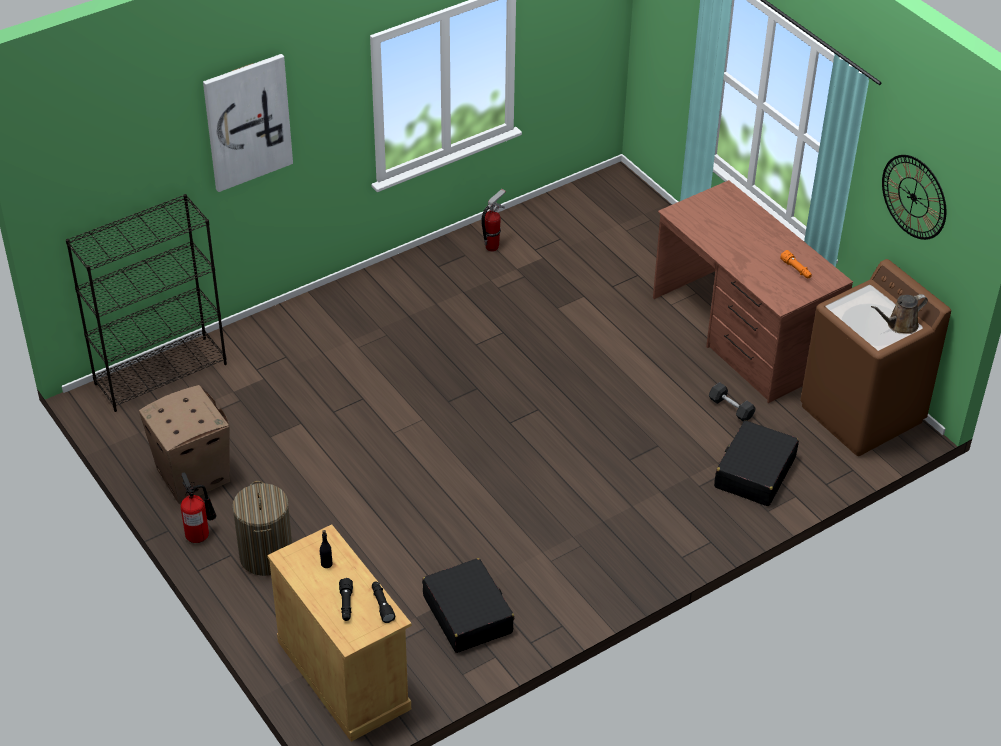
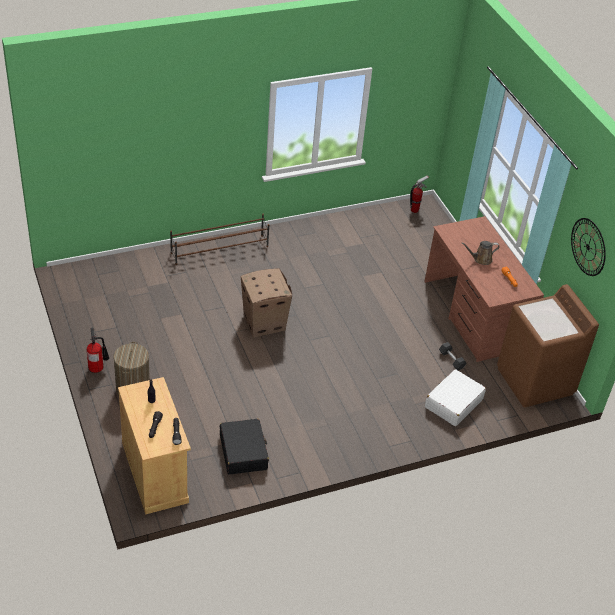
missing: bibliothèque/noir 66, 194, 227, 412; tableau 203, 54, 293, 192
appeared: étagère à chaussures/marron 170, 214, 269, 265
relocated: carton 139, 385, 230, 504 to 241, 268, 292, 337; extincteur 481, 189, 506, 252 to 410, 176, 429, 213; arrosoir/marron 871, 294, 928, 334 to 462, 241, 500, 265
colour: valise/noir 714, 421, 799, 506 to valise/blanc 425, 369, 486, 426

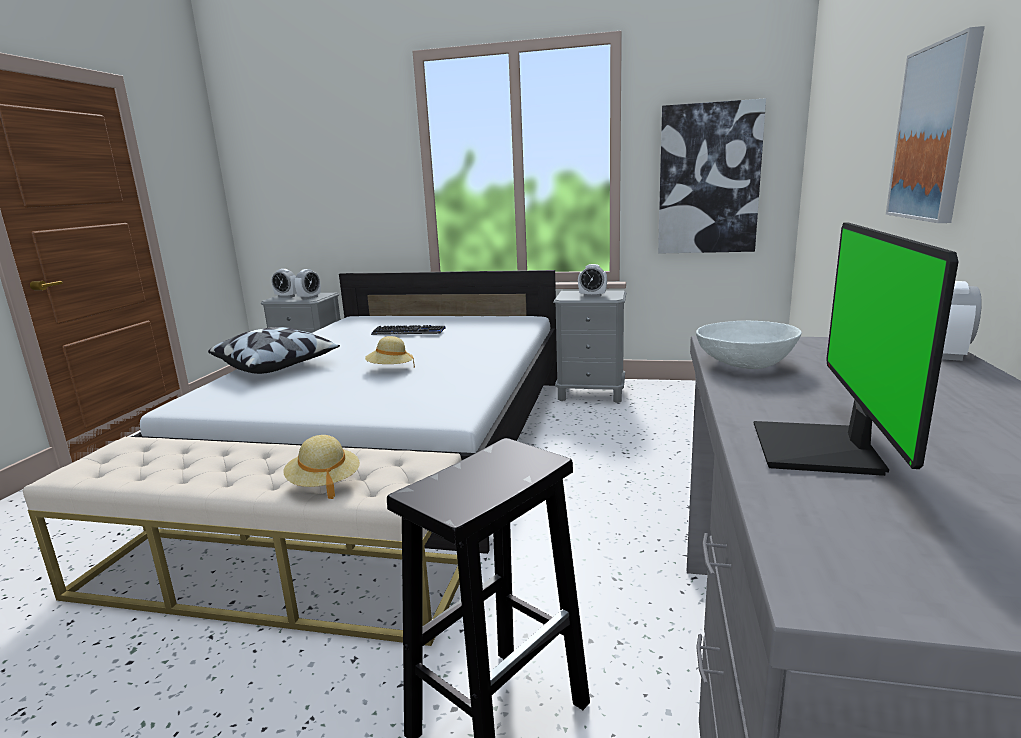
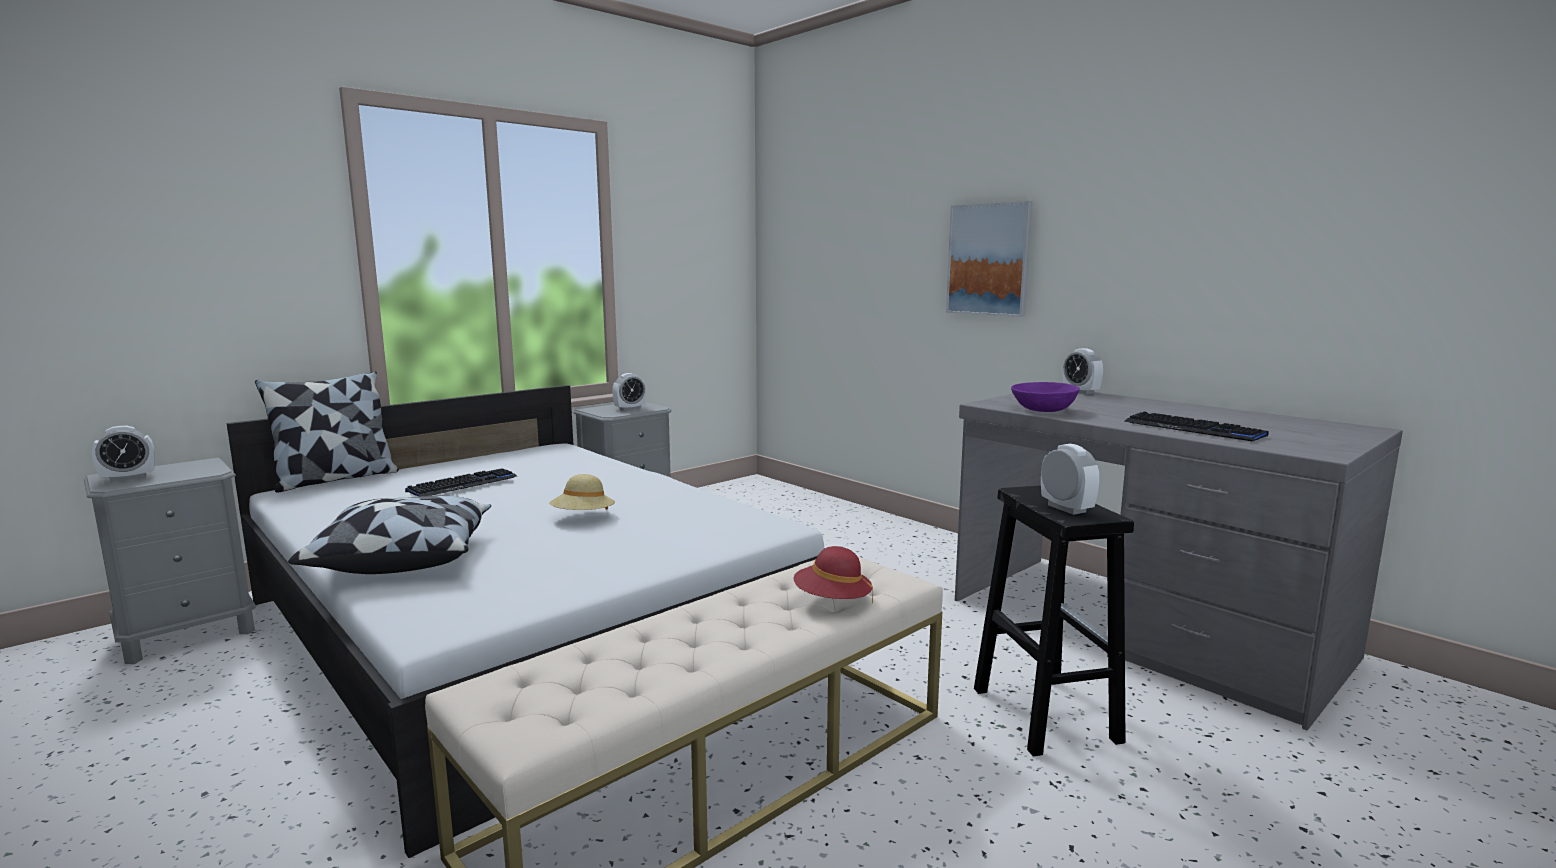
missing: tableau 658, 98, 766, 254
appeared: coussin 255, 371, 399, 493
relocated: réveil 295, 269, 321, 299 to 1041, 444, 1099, 515
exchanged: écran d'ordinateur 754, 222, 958, 476 to clavier 1124, 412, 1269, 441
colour: chapeau/beige 283, 435, 360, 499 to chapeau/rouge 794, 546, 873, 604; bol/blanc 696, 321, 802, 369 to bol/violet 1011, 382, 1080, 412

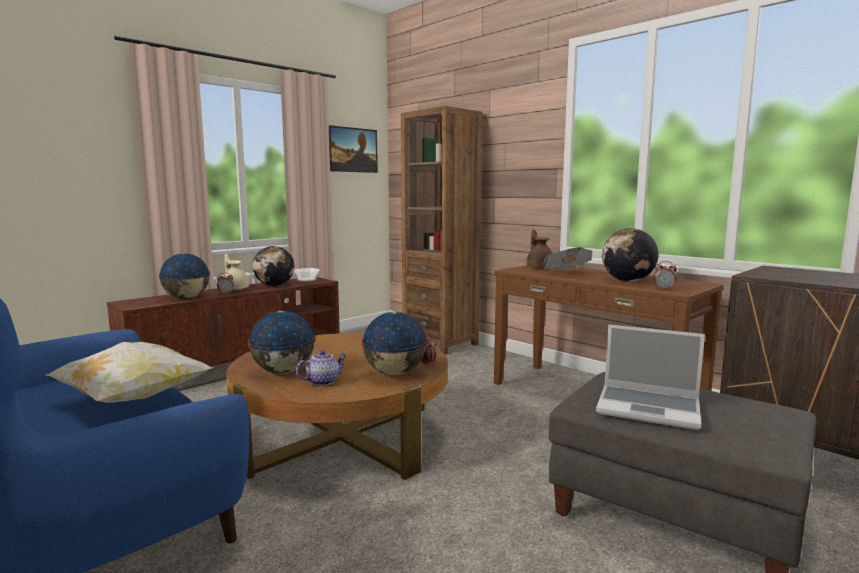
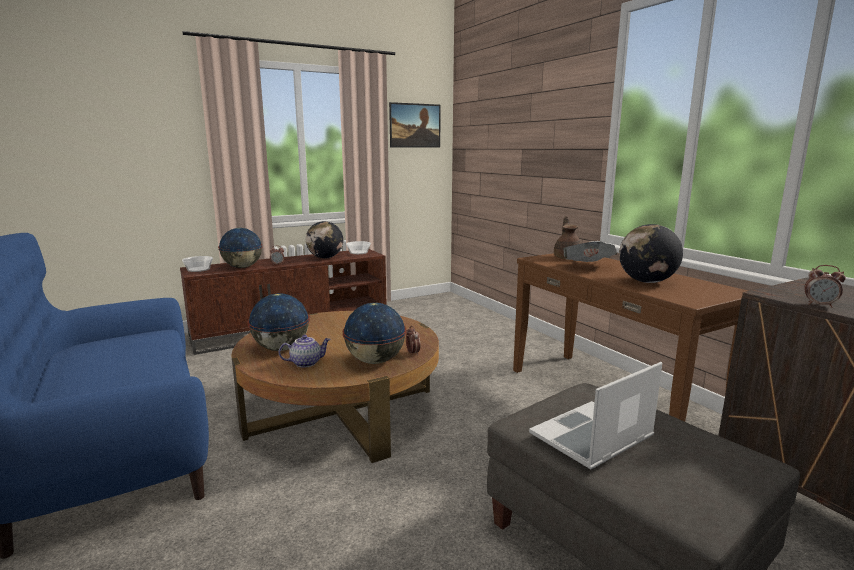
missing: coussin 45, 342, 213, 403; théière/beige 224, 254, 249, 290; bibliothèque/marron 401, 106, 483, 355
appeared: bol 182, 256, 213, 272
relocated: réveil 653, 261, 677, 290 to 804, 265, 846, 308
spun: ordinateur portable 596, 325, 705, 430 = 529, 362, 662, 470 105 degrees clockwise

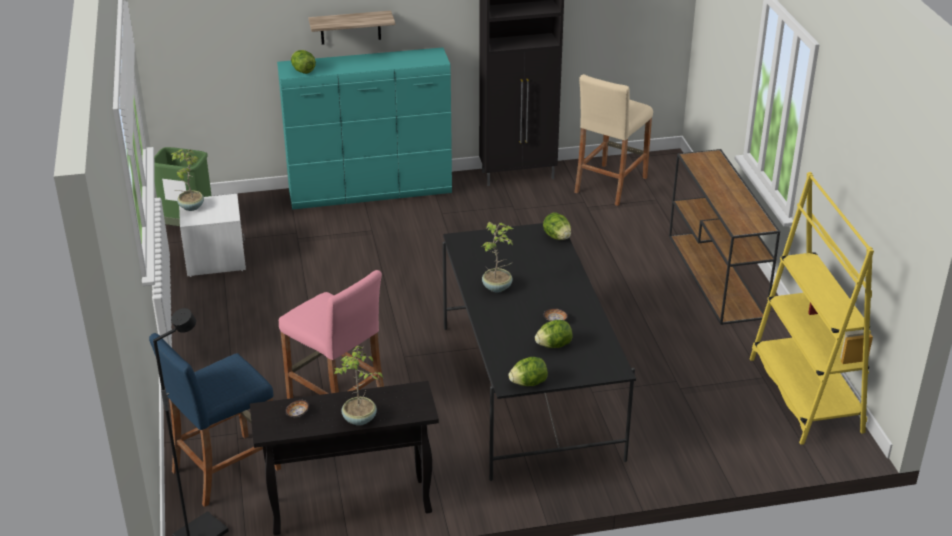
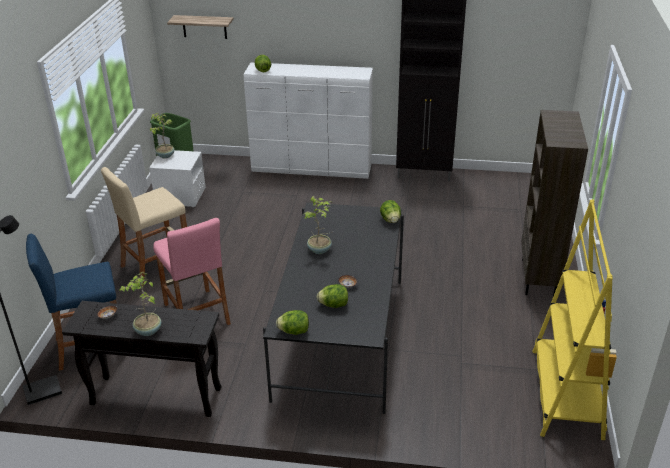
relocated: étagère 308, 11, 395, 45 to 167, 15, 233, 39; tabouret/beige 574, 74, 653, 206 to 101, 167, 187, 286
exchanged: table console/marron 669, 149, 780, 325 to bibliothèque/marron 521, 110, 588, 296
colour: commode/turquoise 277, 47, 452, 209 to commode/blanc 244, 62, 373, 179

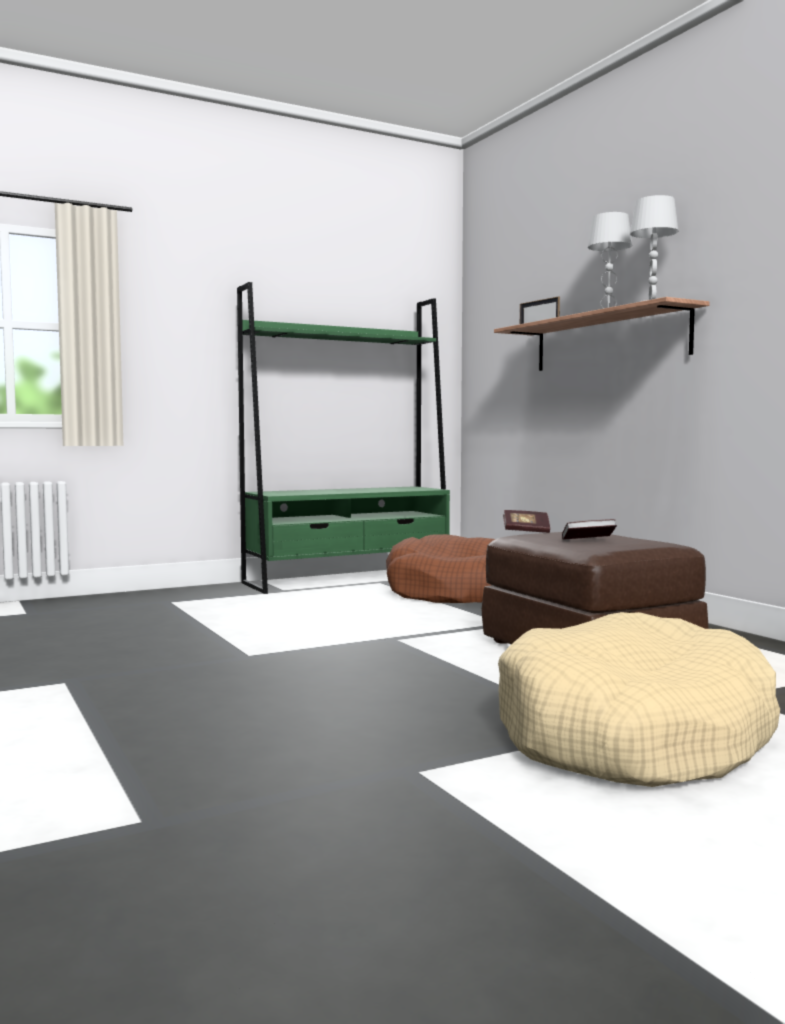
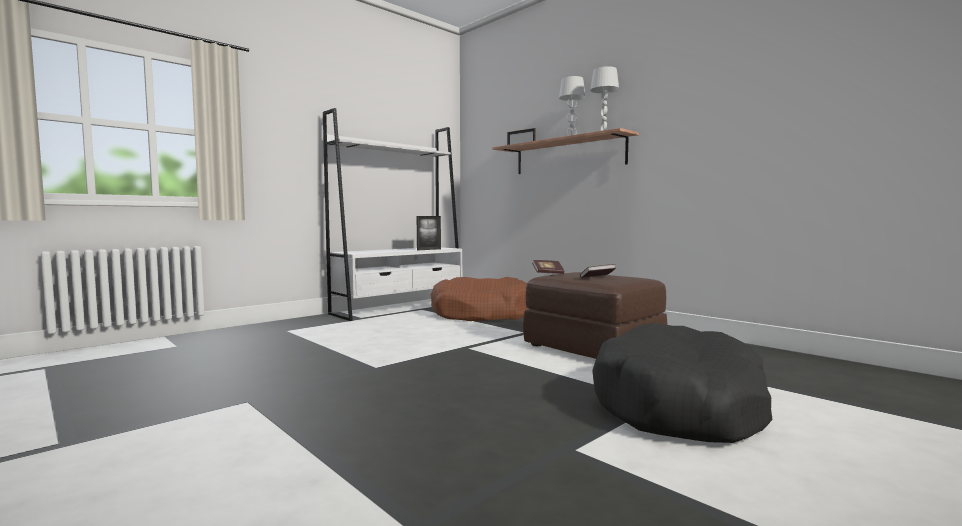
appeared: cadre photo 417, 216, 441, 250
colour: bibliothèque/vert 237, 282, 450, 594 to bibliothèque/blanc 323, 108, 462, 321; panier pour chien/beige 498, 612, 780, 787 to panier pour chien/noir 592, 323, 773, 443

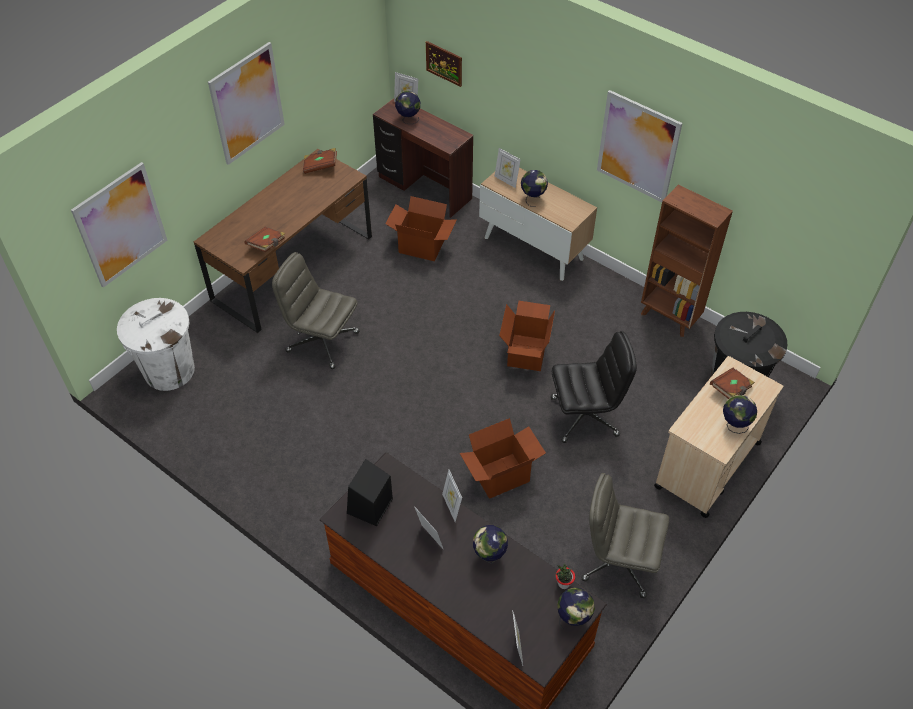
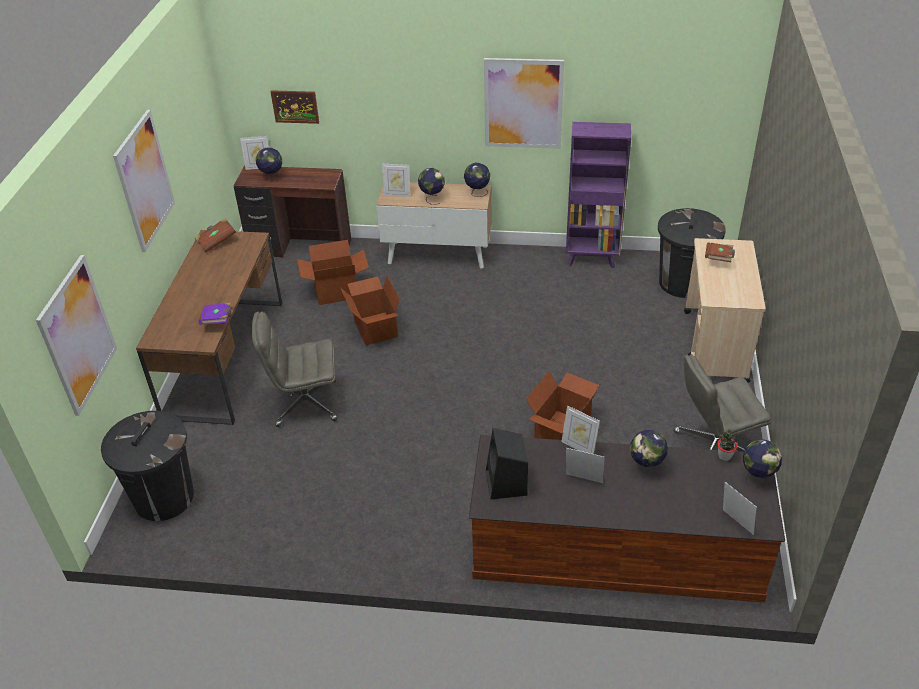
missing: chaise de bureau/noir 551, 331, 637, 443
relocated: carton 499, 301, 555, 371 to 341, 275, 400, 346; globe 723, 395, 757, 434 to 464, 163, 490, 197
colour: poubelle/blanc 117, 298, 195, 391 to poubelle/noir 101, 411, 194, 521; livre/marron 245, 226, 286, 252 to livre/violet 199, 302, 232, 325; bibliothèque/marron 641, 185, 733, 337 to bibliothèque/violet 566, 122, 631, 268

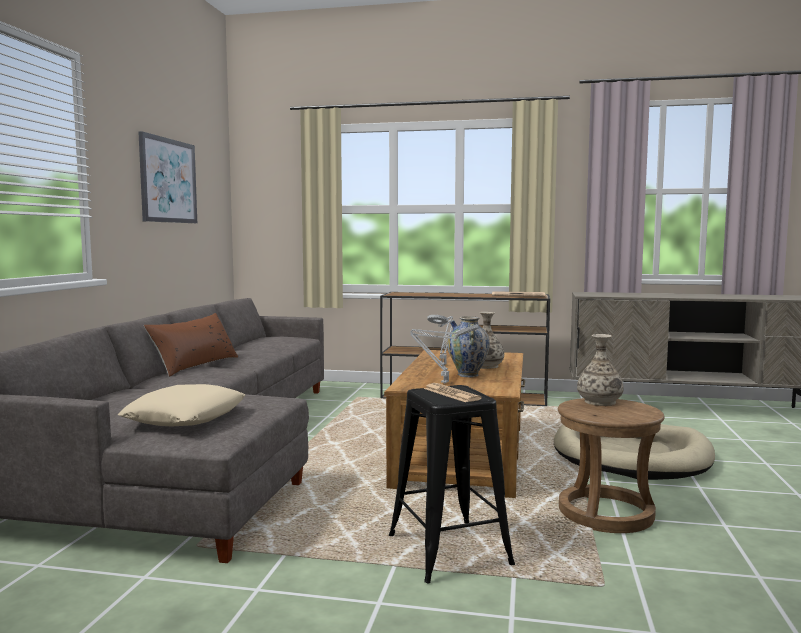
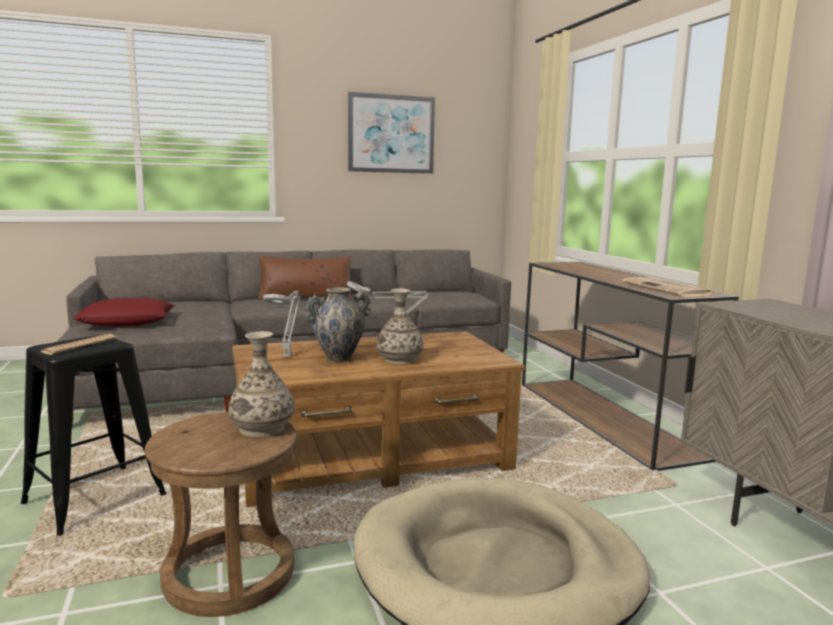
colour: coussin/beige 117, 384, 245, 427 to coussin/rouge 73, 298, 175, 327

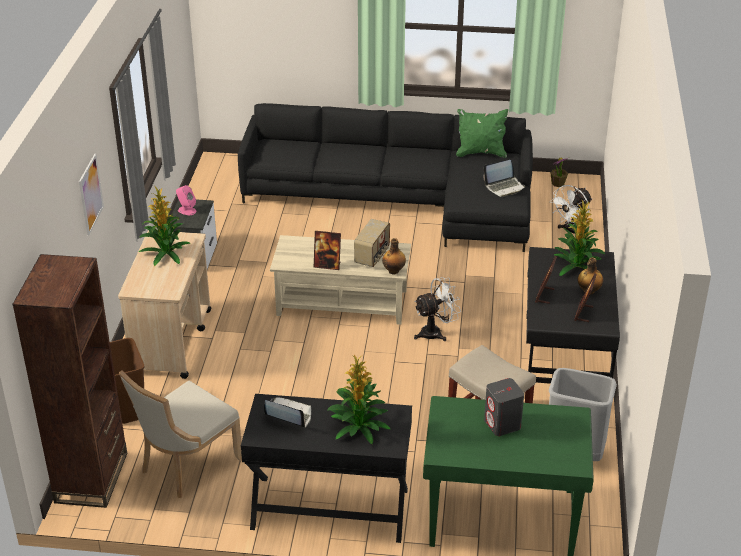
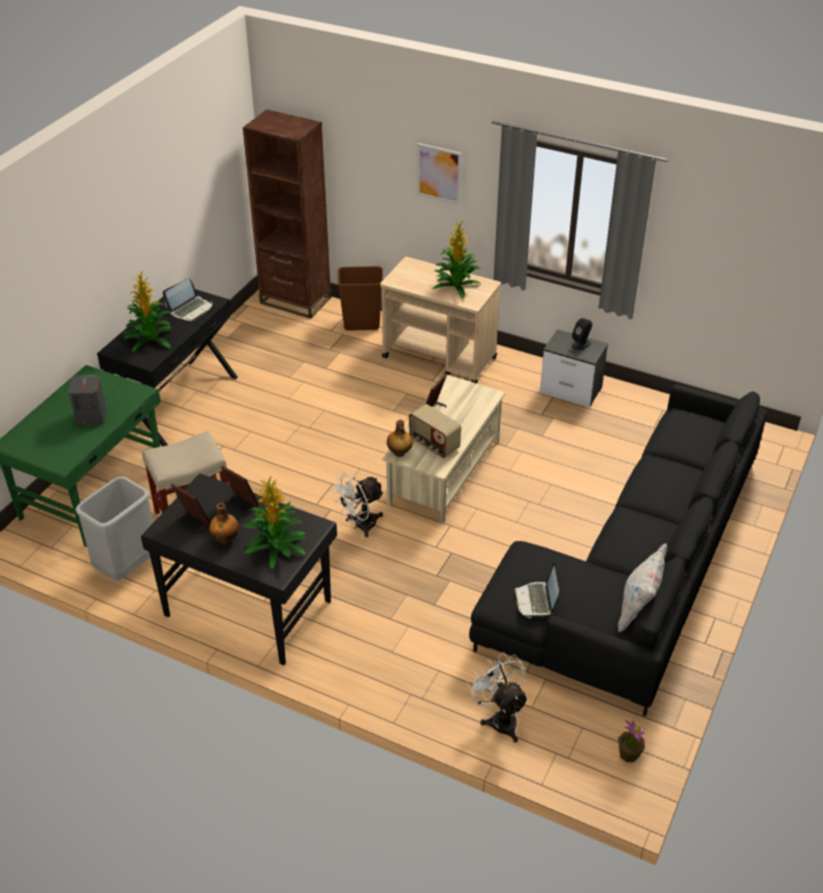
missing: chaise/beige 119, 370, 242, 498
colour: enceinte/rose 176, 185, 197, 215 to enceinte/noir 572, 318, 592, 350; coussin/vert 456, 109, 508, 158 to coussin/blanc 618, 543, 667, 633
spun: ventilateur/blanc 414, 277, 461, 341 = 331, 473, 384, 537 60 degrees clockwise

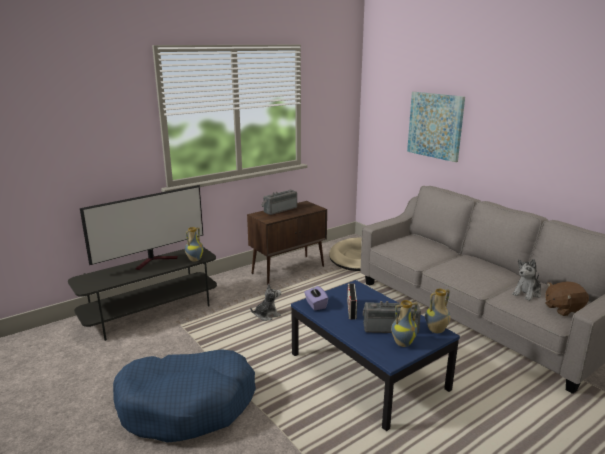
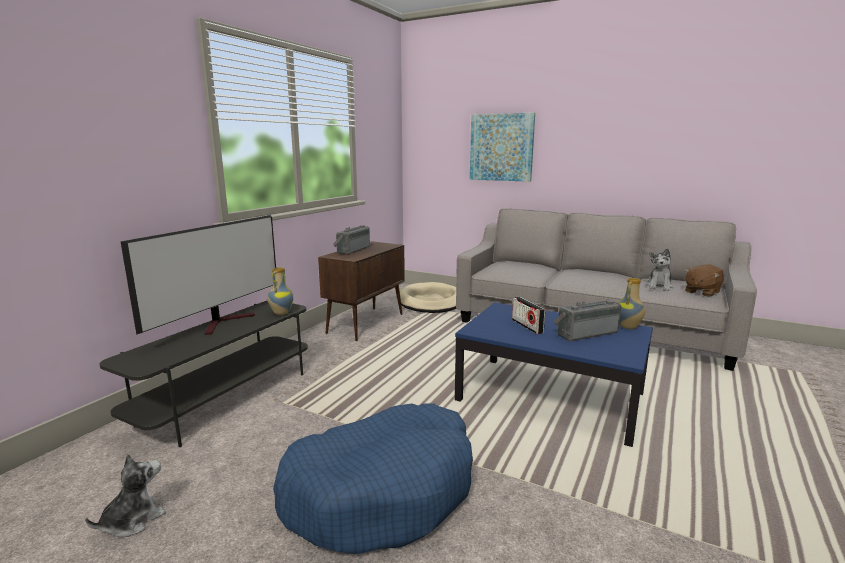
missing: boîte à mouchoirs/violet 304, 286, 328, 310; vase 391, 300, 418, 347
relocated: peluche 250, 284, 281, 321 to 85, 453, 166, 537

